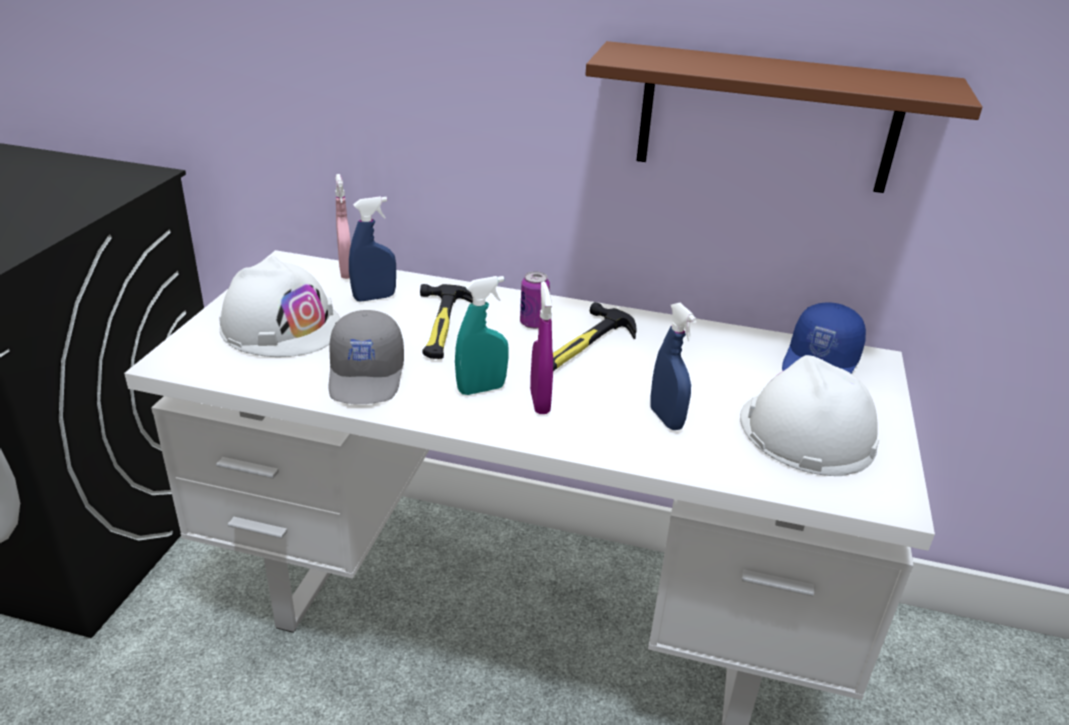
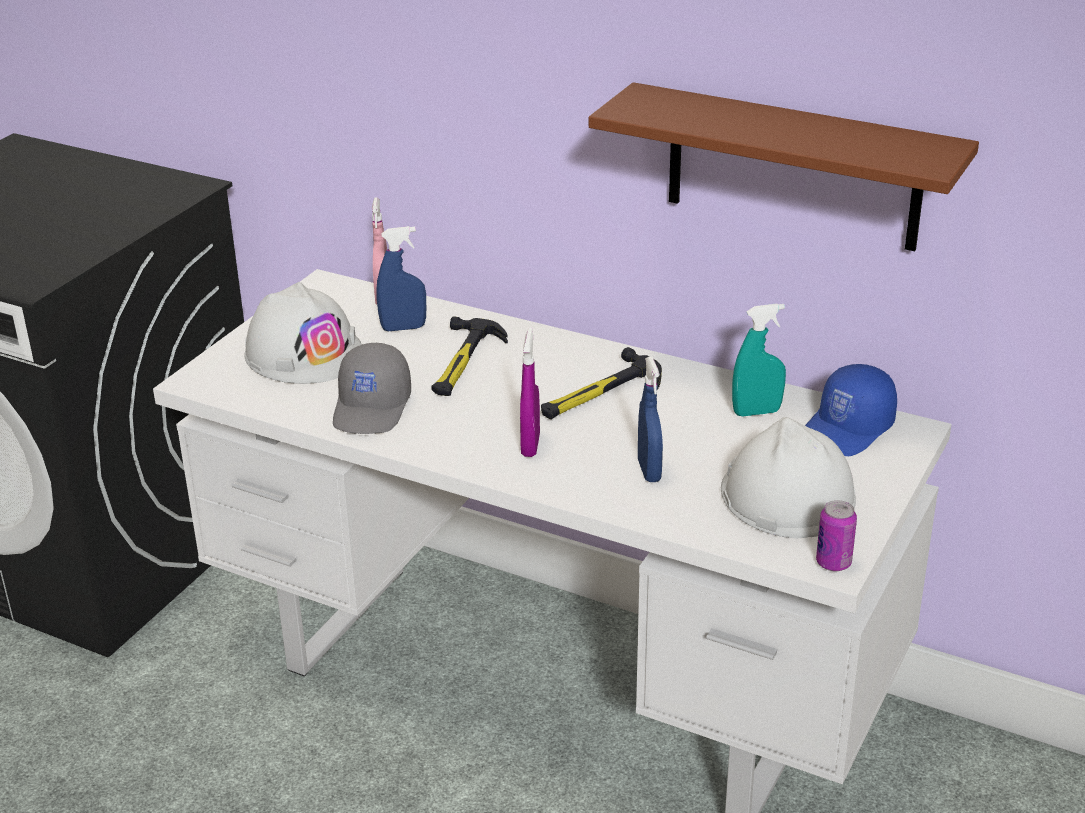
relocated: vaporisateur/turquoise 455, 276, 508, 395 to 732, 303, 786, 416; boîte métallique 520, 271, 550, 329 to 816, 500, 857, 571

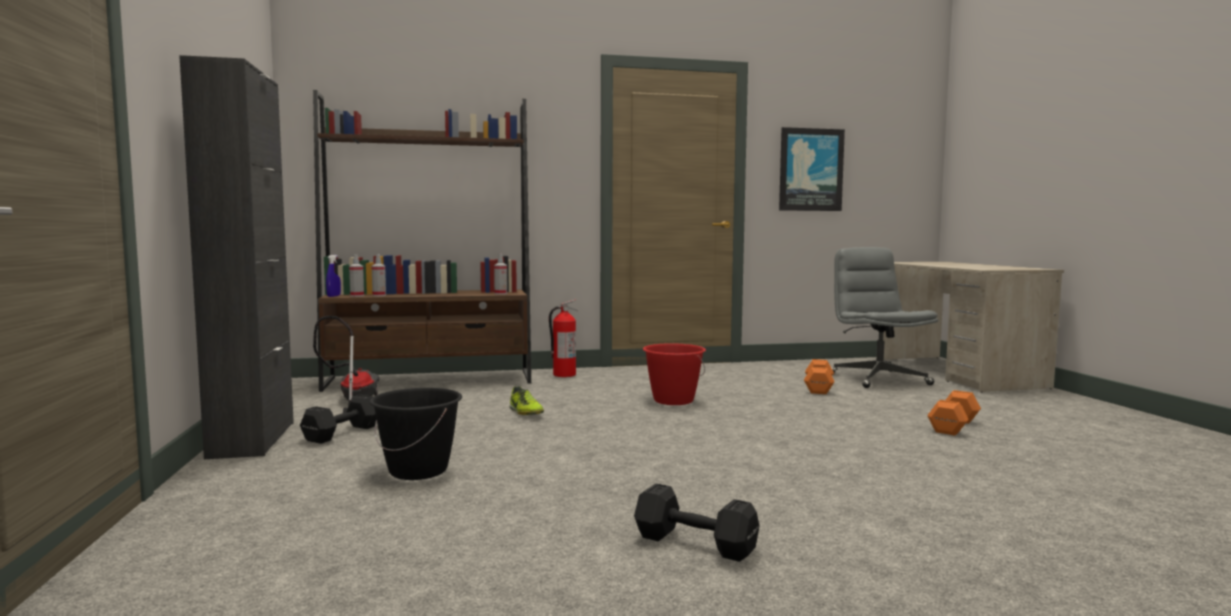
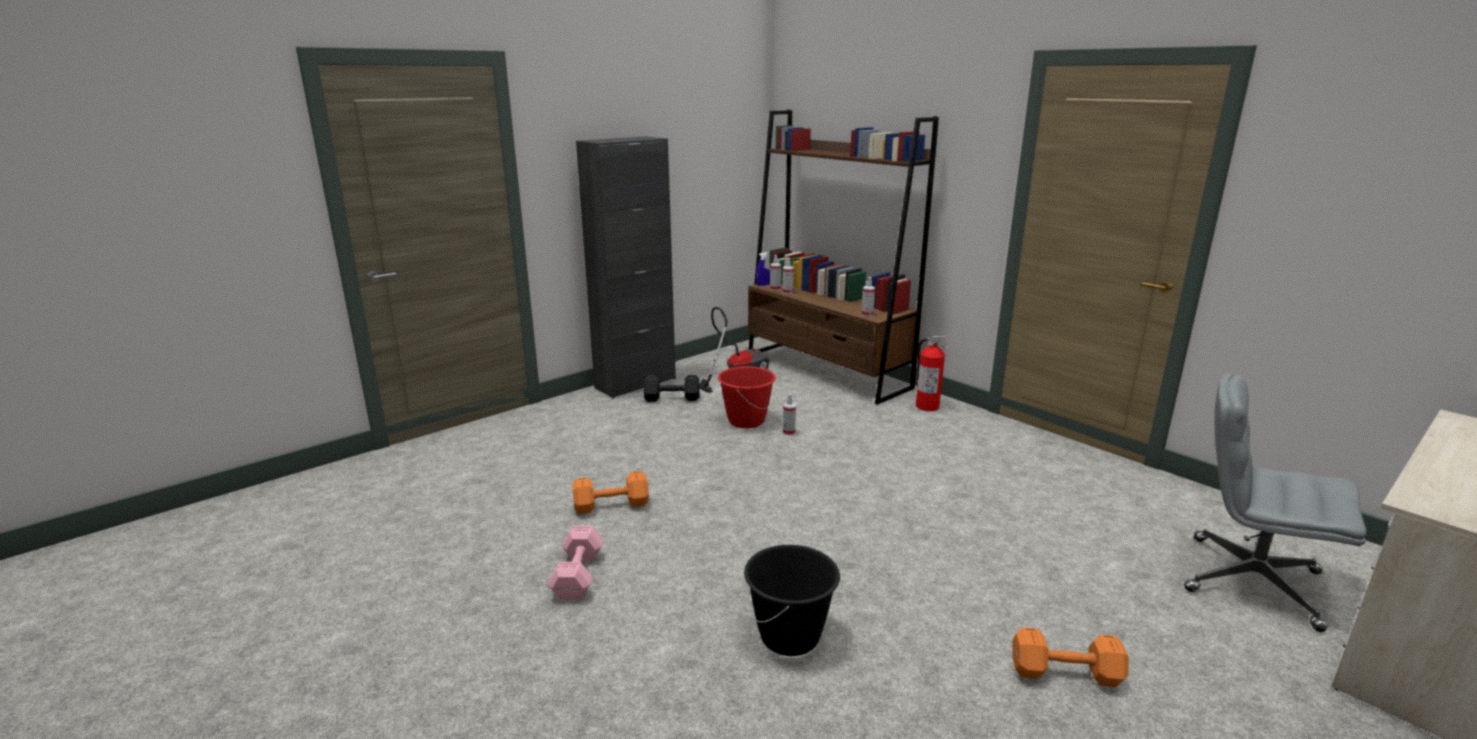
missing: tableau 779, 127, 845, 211
relocated: seau/noir 369, 388, 462, 480 to 744, 545, 840, 656; seau/rouge 643, 343, 706, 405 to 718, 366, 776, 428; haltère/orange 804, 359, 834, 394 to 572, 471, 649, 514
exchanged: chaussure 510, 386, 544, 415 to vaporisateur 783, 394, 796, 435
colour: haltère/noir 634, 483, 760, 562 to haltère/rose 548, 526, 603, 600
spun: chaise de bureau/gris 831, 247, 938, 388 = 1184, 374, 1367, 632 105 degrees counterclockwise

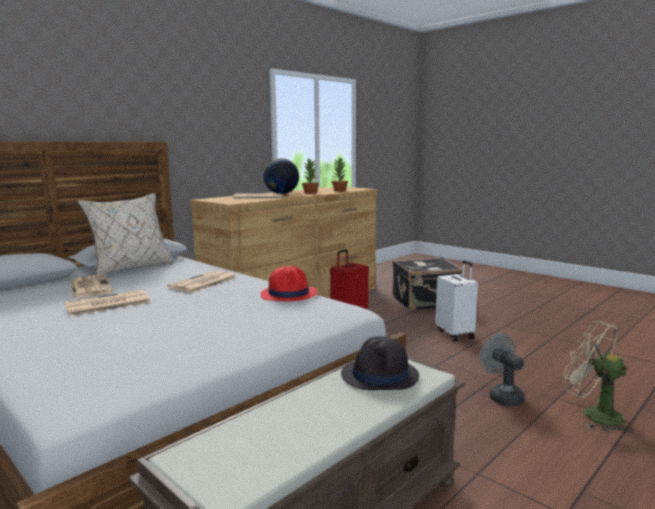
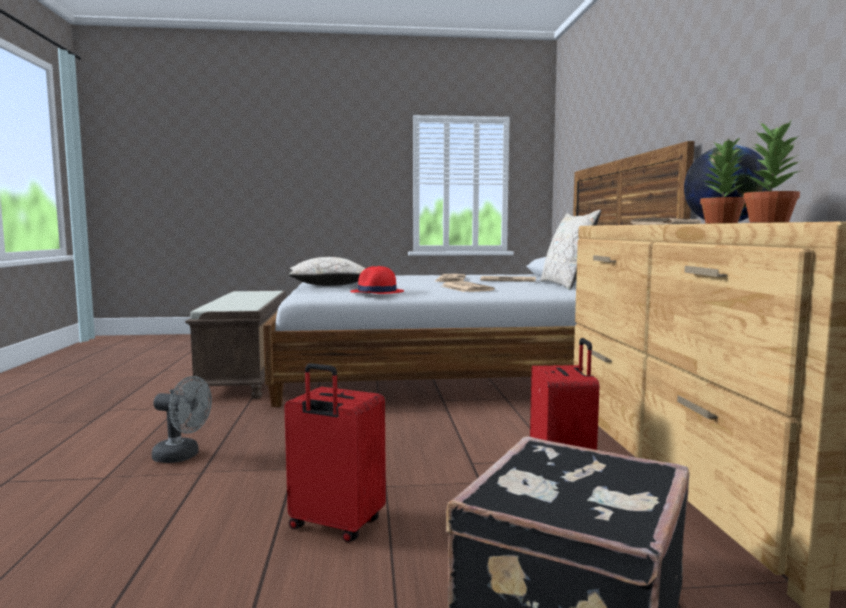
missing: chapeau/noir 341, 336, 419, 390; ventilateur/beige 564, 321, 633, 433
appeared: coussin/beige 289, 257, 366, 286
colour: valise/blanc 435, 260, 478, 341 to valise/rouge 284, 363, 386, 542

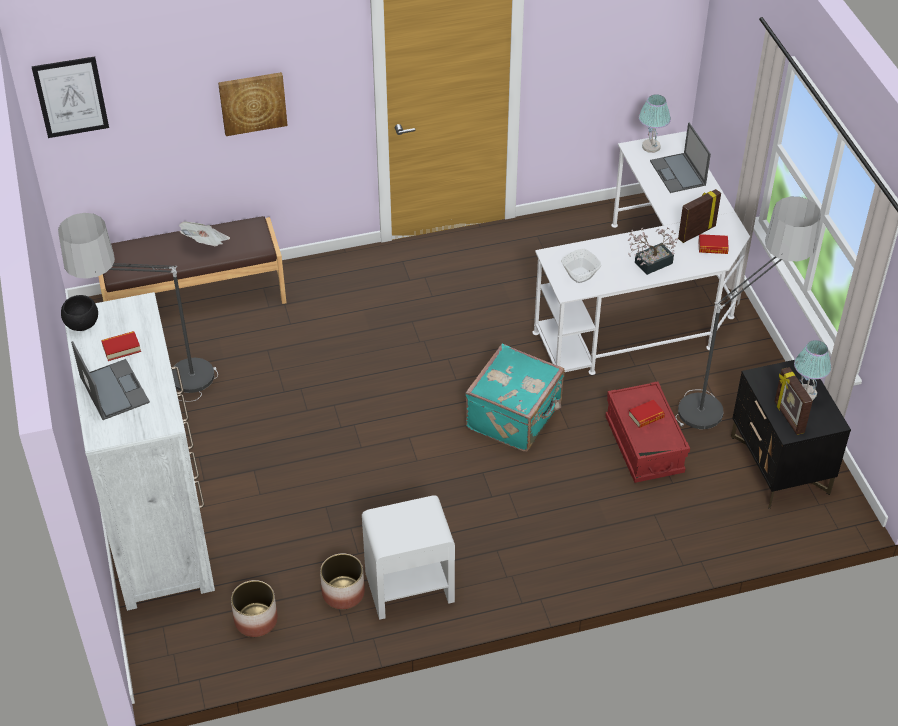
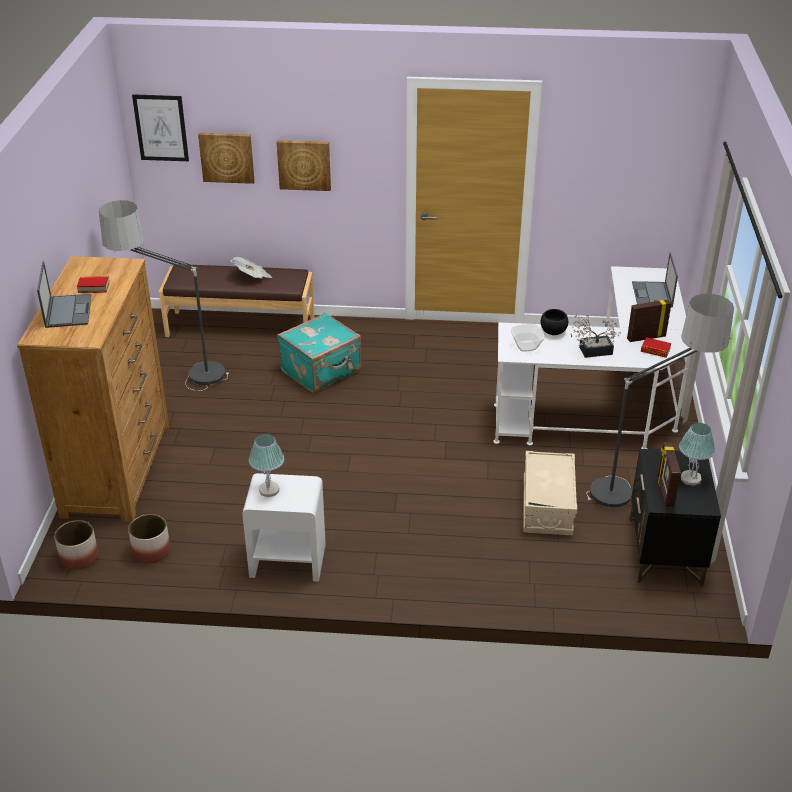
missing: livre 628, 400, 665, 428
appeared: tableau 198, 133, 255, 184
relocated: bol/noir 61, 295, 98, 331 to 541, 309, 568, 335; cache-pot 320, 553, 365, 609 to 54, 520, 99, 570; valise/turquoise 465, 344, 565, 451 to 277, 312, 361, 393; lampe de table 639, 94, 671, 153 to 249, 434, 284, 497
colour: commode/blanc 65, 292, 215, 611 to commode/marron 17, 256, 169, 522; boîte de rangement/rouge 605, 382, 690, 483 to boîte de rangement/beige 523, 451, 577, 535

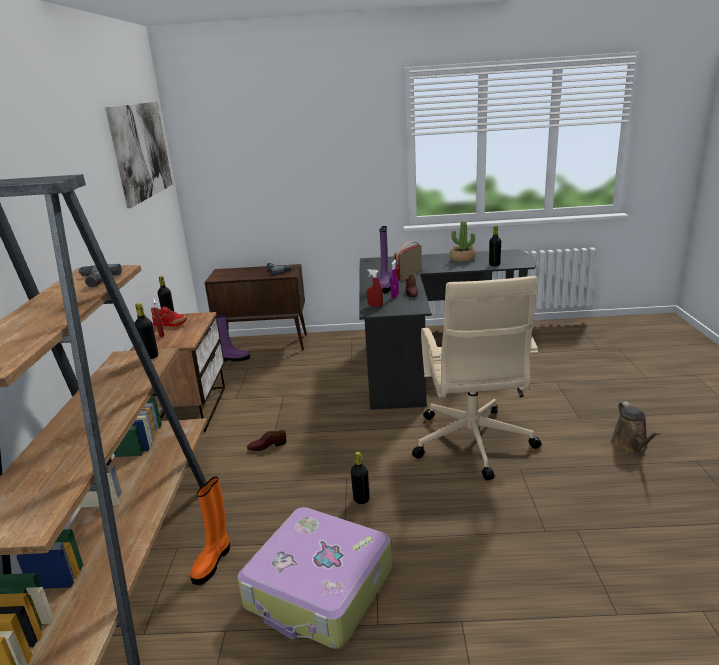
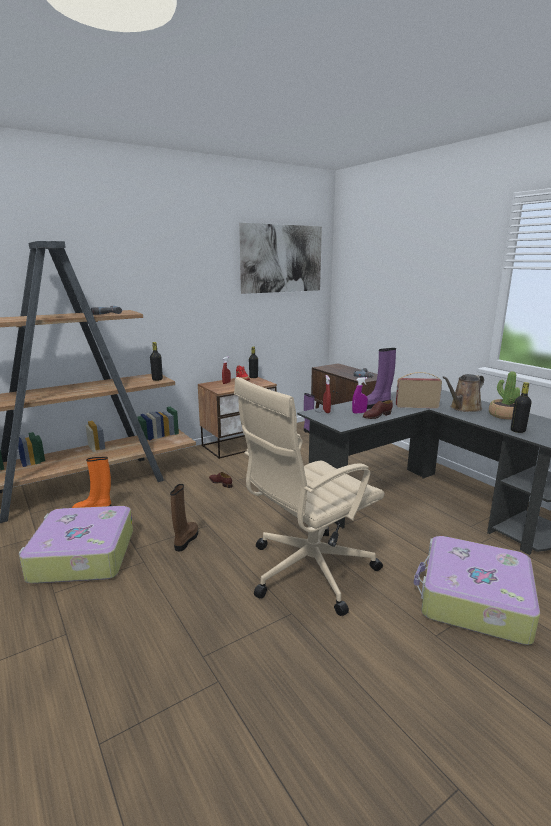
appeared: valise 414, 536, 540, 645
relocated: arrosoir/marron 610, 402, 660, 454 to 442, 374, 484, 412
exchanged: bouteille/noir 351, 452, 369, 504 to botte/marron 170, 484, 198, 551

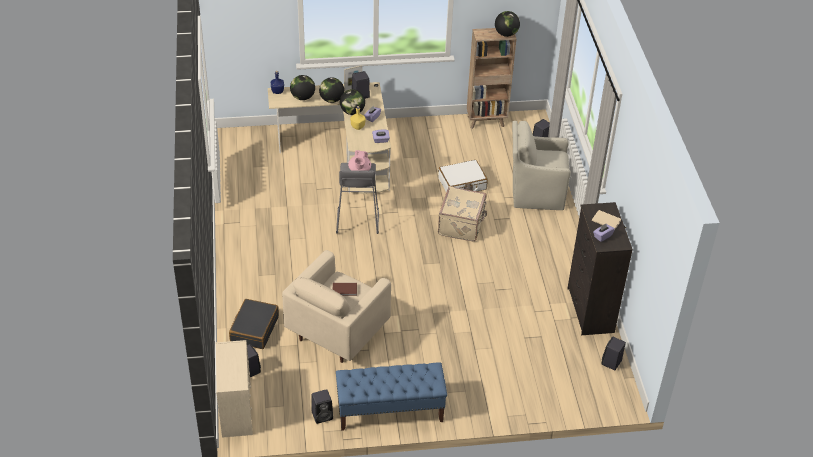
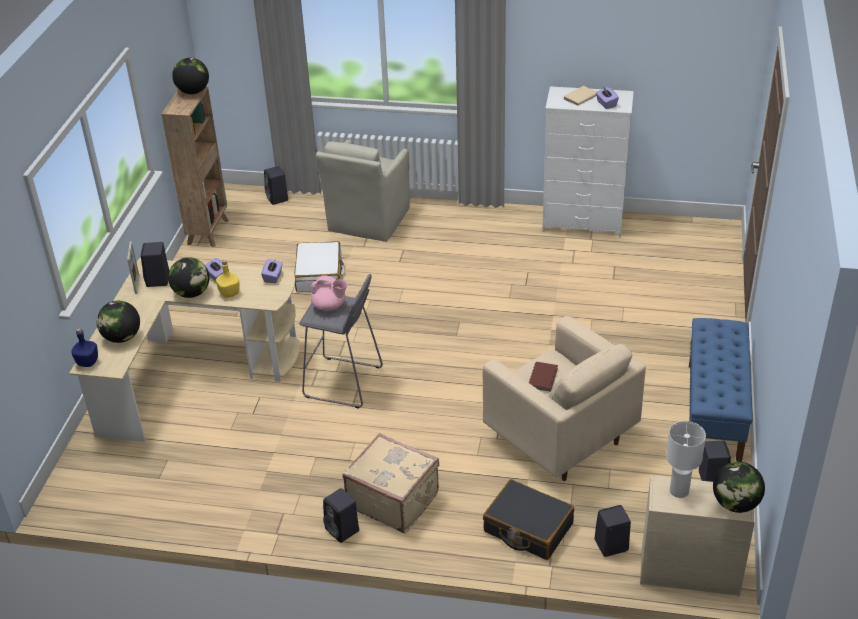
appeared: lampe de table/blanc 666, 421, 706, 498
relocated: globe 319, 77, 344, 103 to 713, 462, 765, 513; valise/beige 438, 186, 487, 241 to 342, 433, 439, 533; enceinte/noir 601, 337, 626, 370 to 323, 488, 359, 543
colour: commode/noir 567, 202, 633, 335 to commode/blanc 542, 86, 634, 238

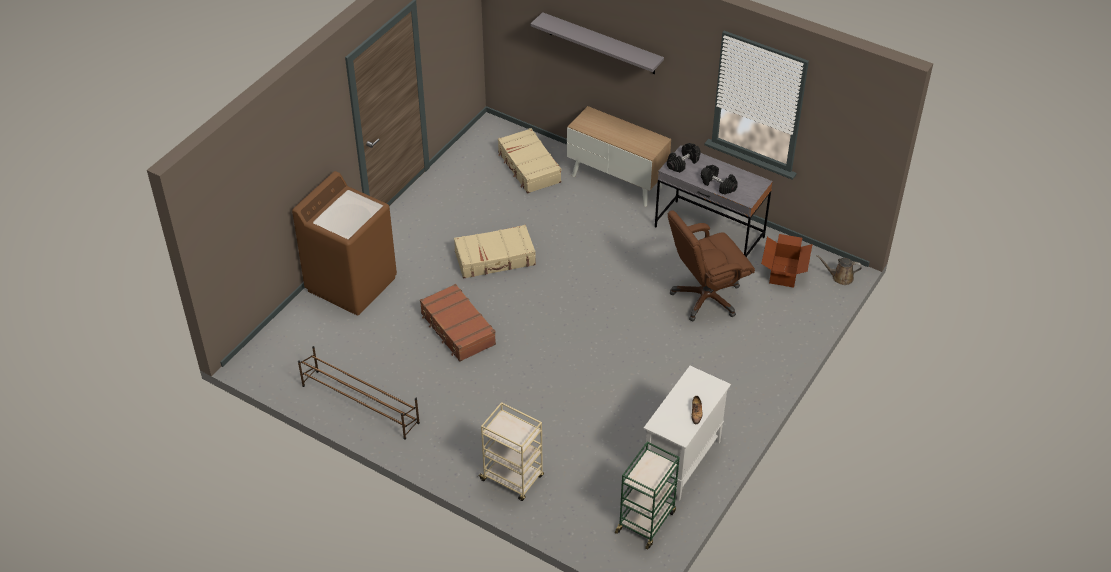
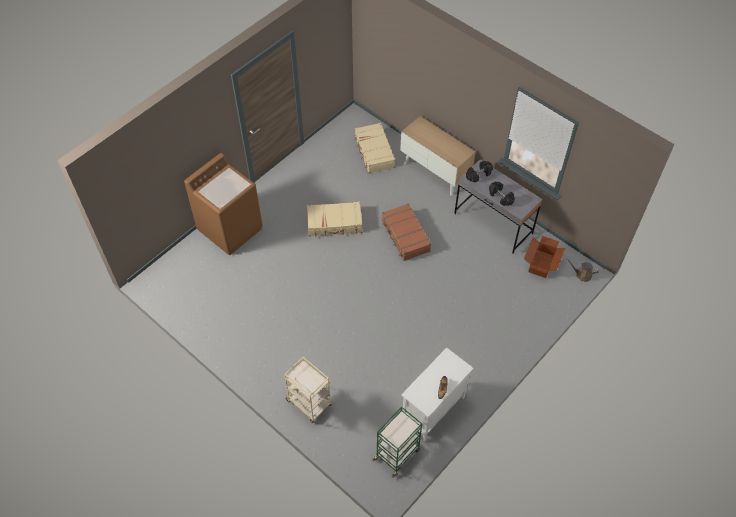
missing: étagère à chaussures/marron 298, 346, 420, 440; étagère/gris 531, 12, 664, 74; chaise de bureau/marron 668, 210, 755, 321
relocated: valise/marron 420, 284, 496, 362 to 382, 204, 431, 261

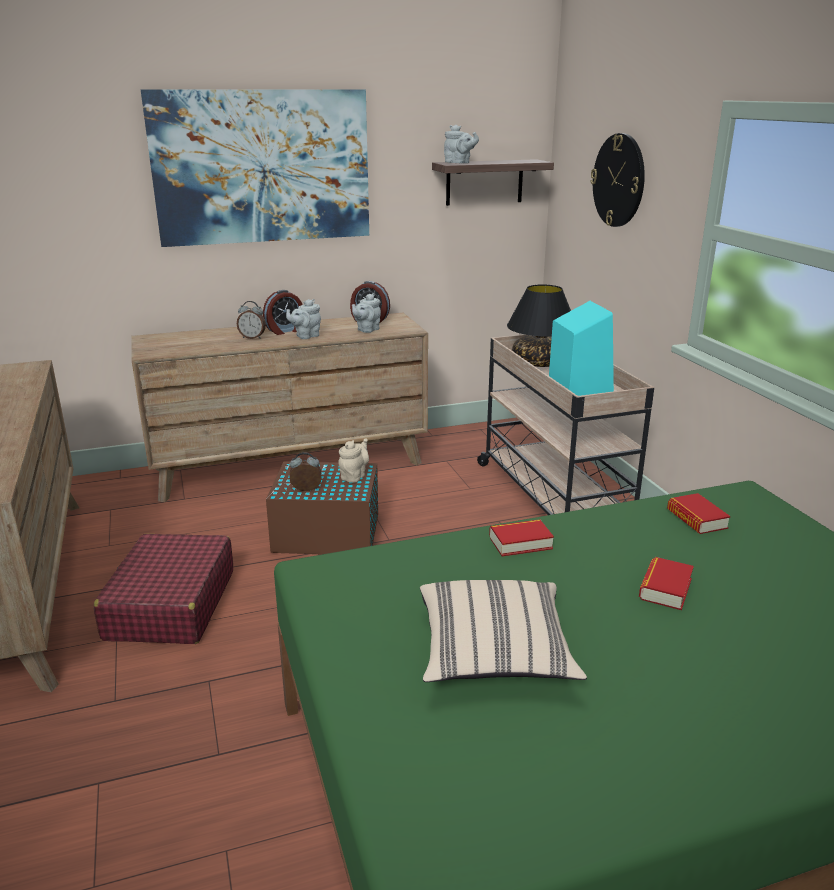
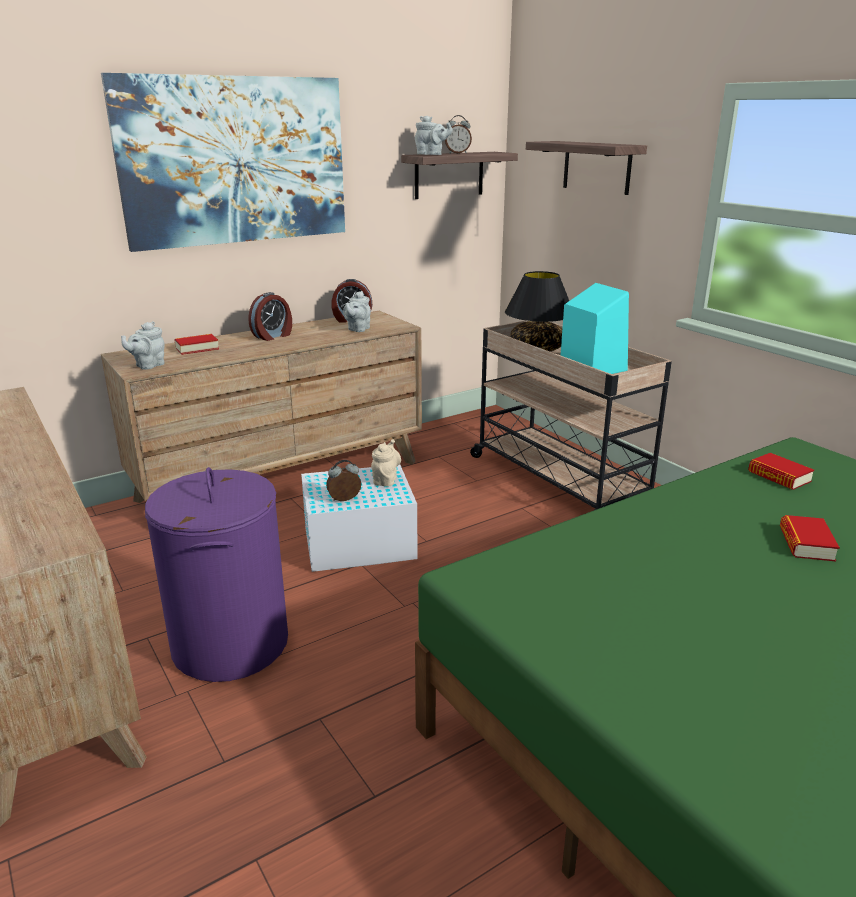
missing: coussin/beige 420, 580, 587, 682
relocated: réveil 237, 301, 266, 339 to 445, 115, 472, 153; théière/gris 286, 299, 321, 339 to 121, 321, 165, 370; livre 489, 519, 554, 556 to 175, 334, 219, 355
exchanged: valise/rouge 94, 534, 233, 644 to panier à linge/violet 145, 467, 288, 682; horloge murale 590, 133, 645, 227 to étagère 526, 141, 647, 195
colour: boîte de rangement/marron 266, 462, 378, 554 to boîte de rangement/blanc 301, 464, 418, 572

